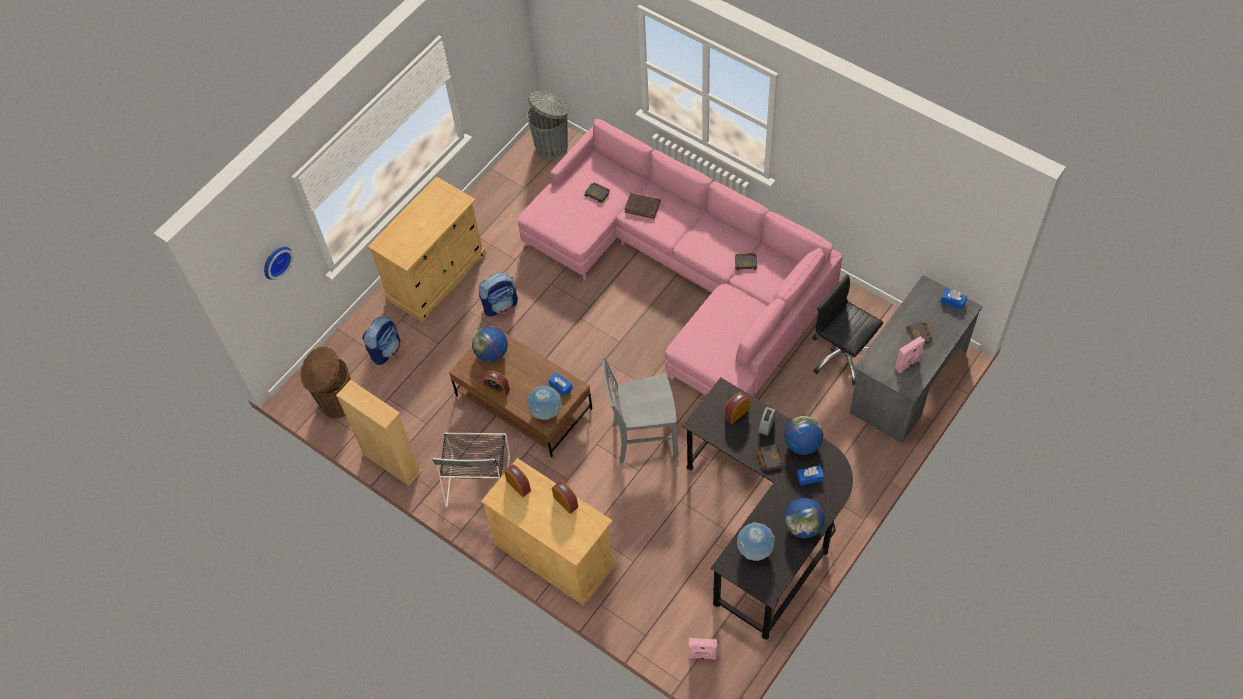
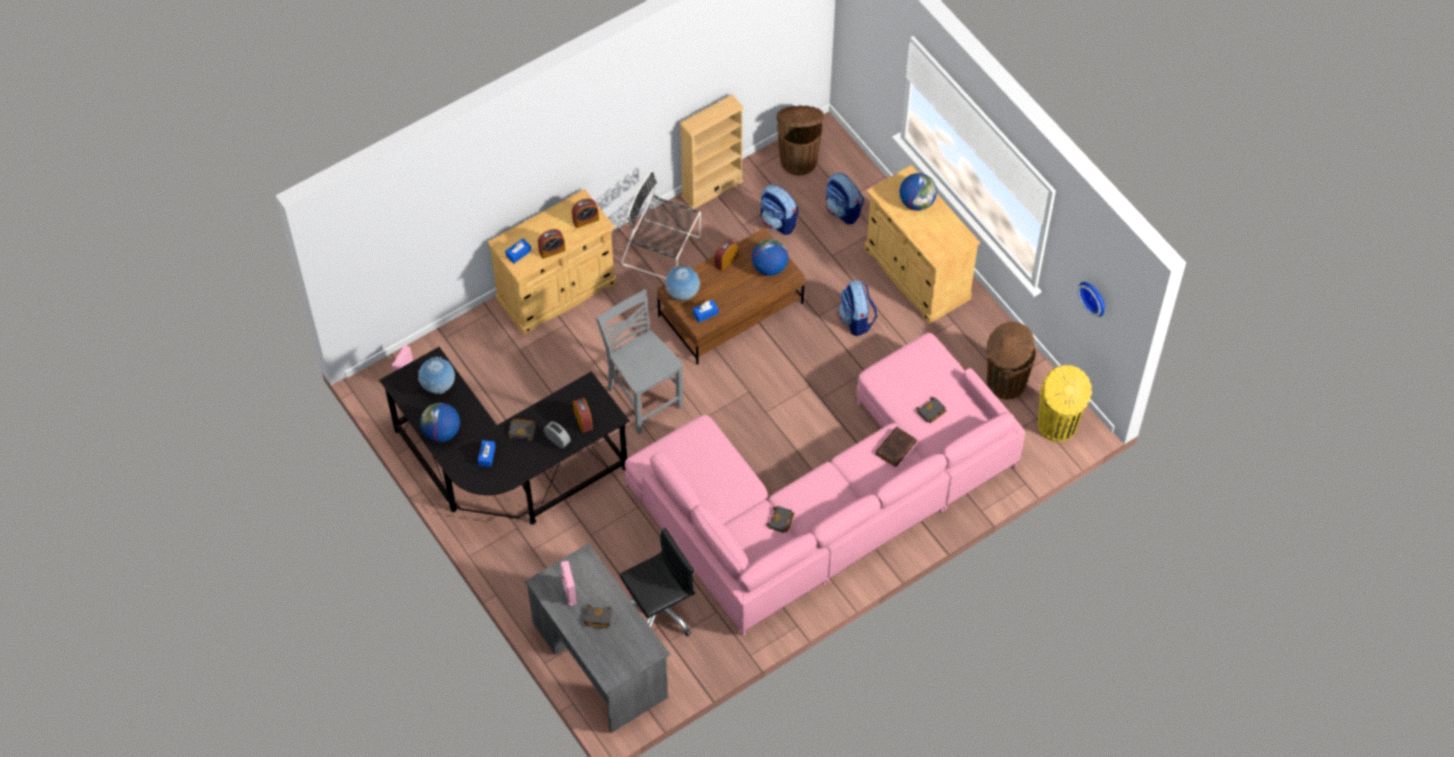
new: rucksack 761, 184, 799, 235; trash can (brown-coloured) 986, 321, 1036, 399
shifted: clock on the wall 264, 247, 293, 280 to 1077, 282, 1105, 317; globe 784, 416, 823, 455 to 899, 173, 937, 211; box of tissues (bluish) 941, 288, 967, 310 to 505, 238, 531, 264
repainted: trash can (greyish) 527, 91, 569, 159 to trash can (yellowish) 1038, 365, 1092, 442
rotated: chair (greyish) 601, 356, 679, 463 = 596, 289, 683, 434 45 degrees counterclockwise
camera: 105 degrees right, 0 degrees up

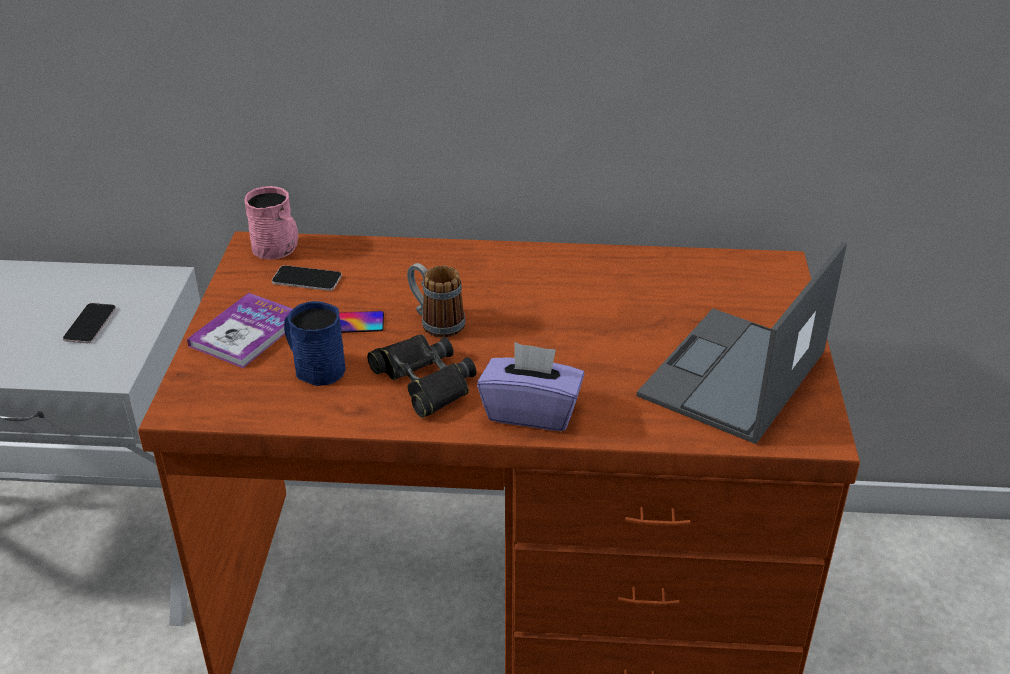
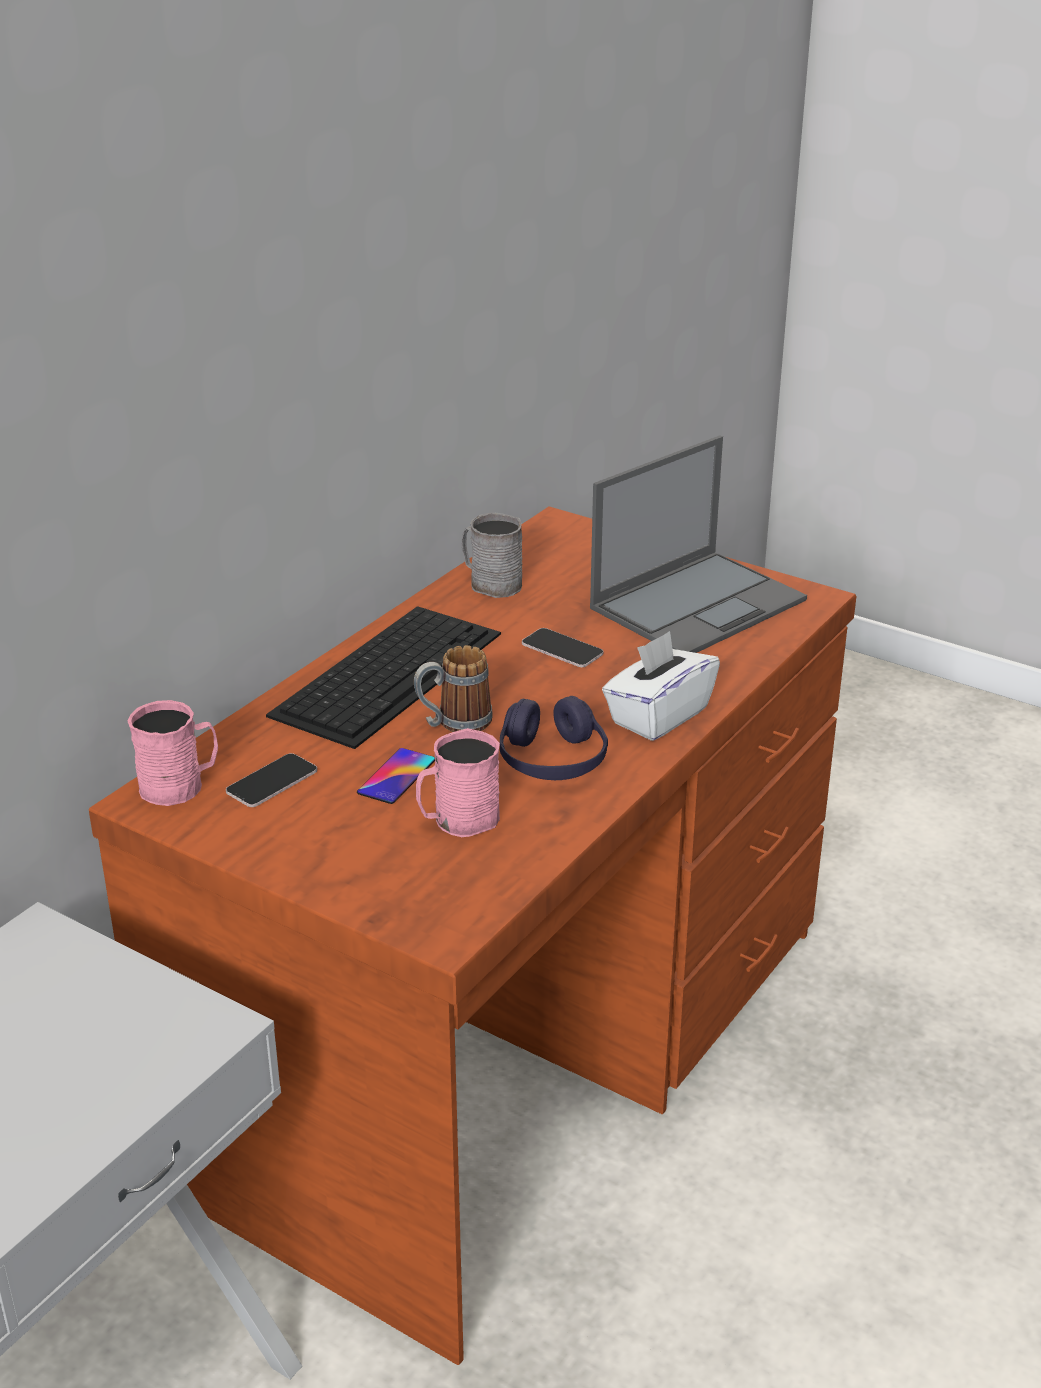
gone: volume 187, 293, 293, 368
new: computer keyboard 266, 606, 501, 749; tea mug (greyish) 461, 513, 522, 598
shifted: telephone 63, 303, 116, 343 to 522, 628, 604, 667
swapped: field glasses (black) 367, 334, 477, 418 to pair of headphones (purple-coloured) 500, 696, 608, 780
repainted: tea mug (bluish) 284, 301, 345, 386 to tea mug (pink-coloured) 416, 728, 500, 837; box of tissues (purple-coloured) 477, 342, 584, 431 to box of tissues (white-coloured) 602, 631, 720, 741
rotated: notebook computer 637, 242, 847, 444 = 590, 435, 807, 653 105 degrees counterclockwise
camera: 60 degrees left, 5 degrees down

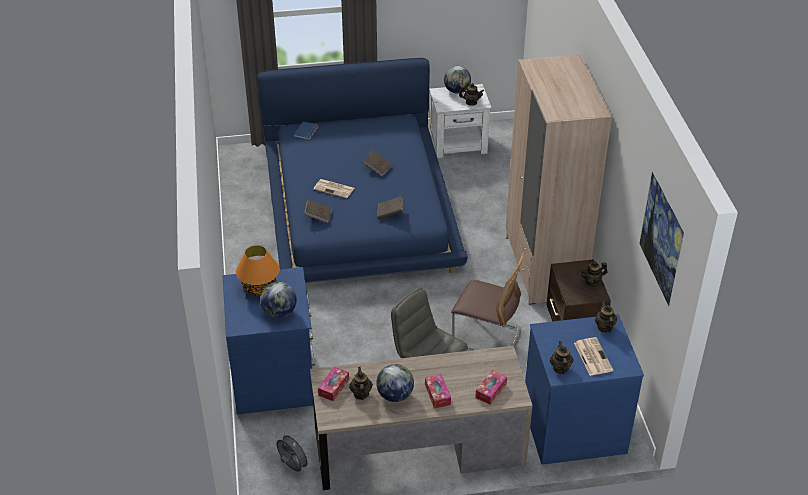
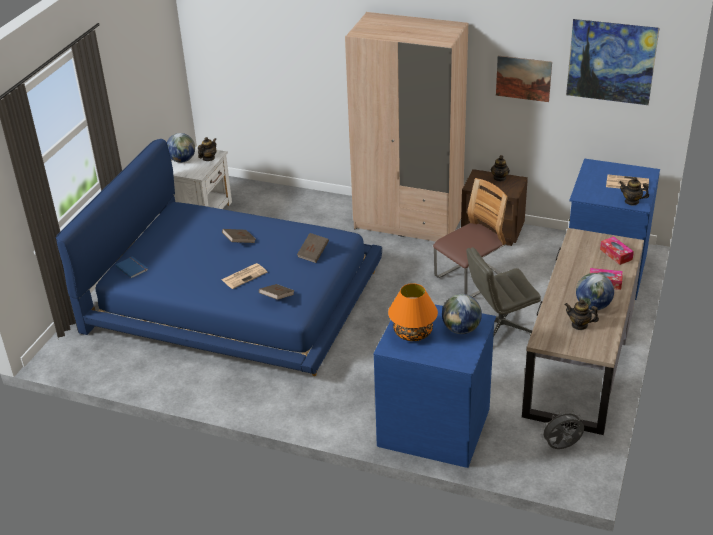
gone: box of tissues 318, 367, 349, 401; teapot 595, 301, 617, 333
new: picture 496, 56, 552, 102
camera: 60 degrees left, 5 degrees down

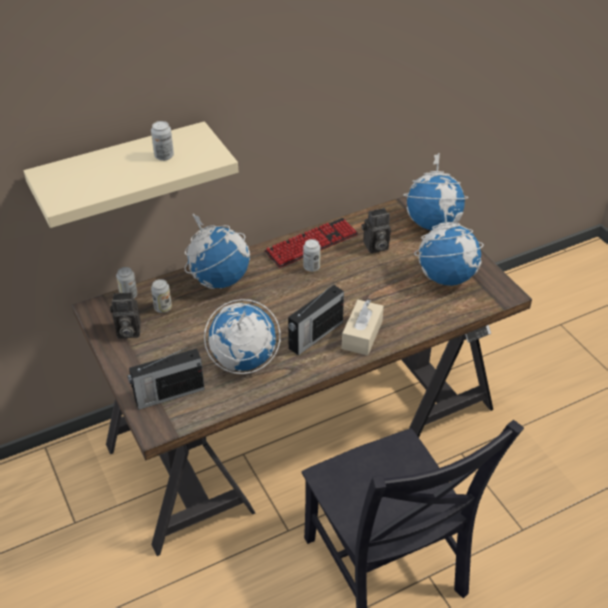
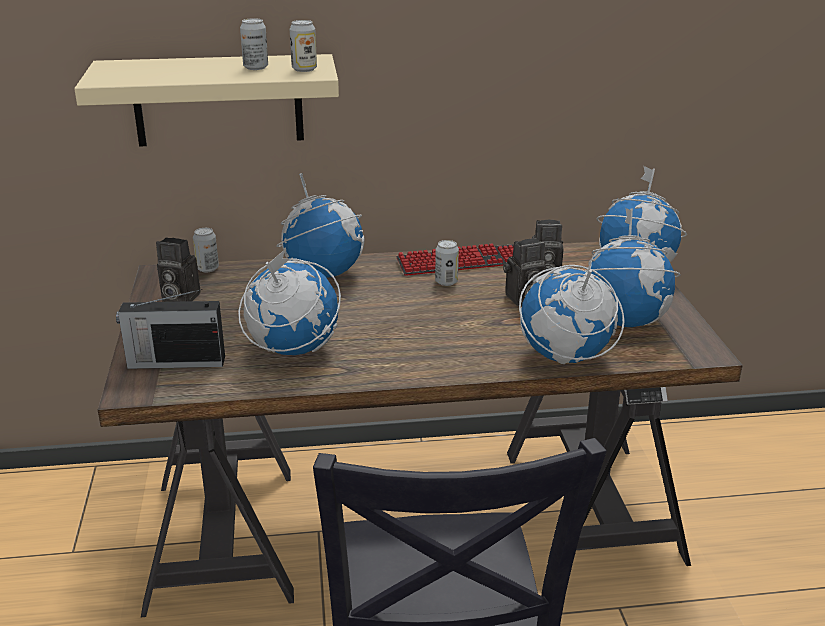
gone: radio receiver 288, 283, 344, 355; box of tissues (sand-coloured) 342, 300, 384, 356
new: still camera 503, 238, 546, 306; globe 519, 256, 625, 364
shifted: metal can 151, 279, 172, 313 to 290, 20, 317, 72
camera: 20 degrees right, 15 degrees down

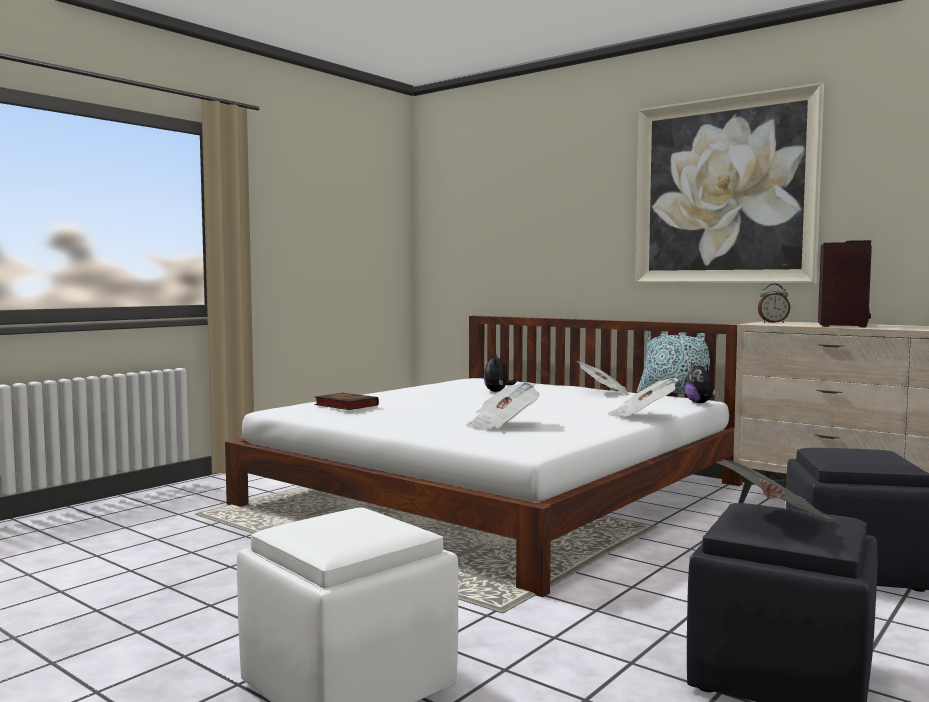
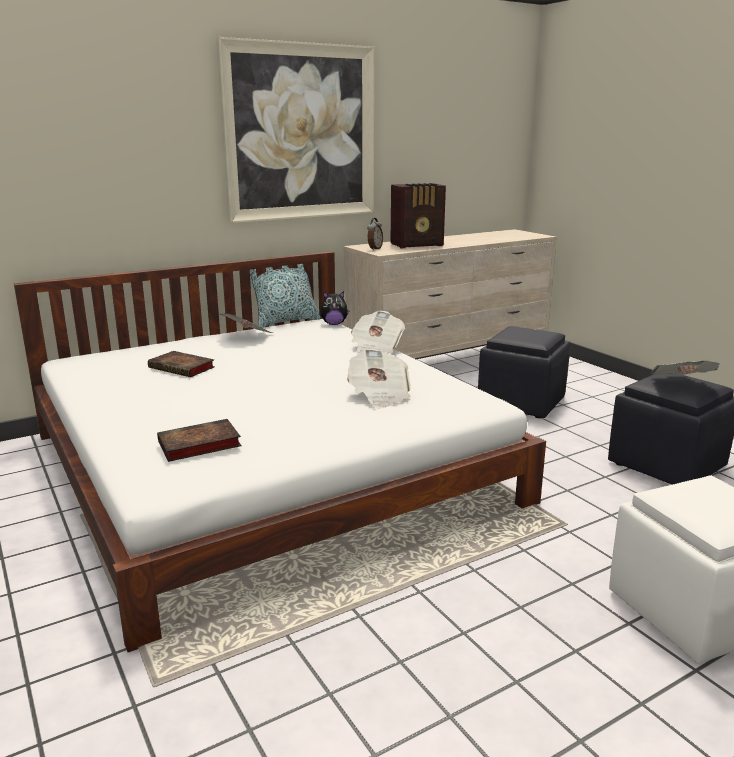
swapped: plush toy 484, 354, 516, 392 to volume 148, 351, 215, 377
rotated: radio receiver 818, 240, 872, 327 = 390, 183, 446, 248 120 degrees clockwise
camera: 70 degrees left, 15 degrees up

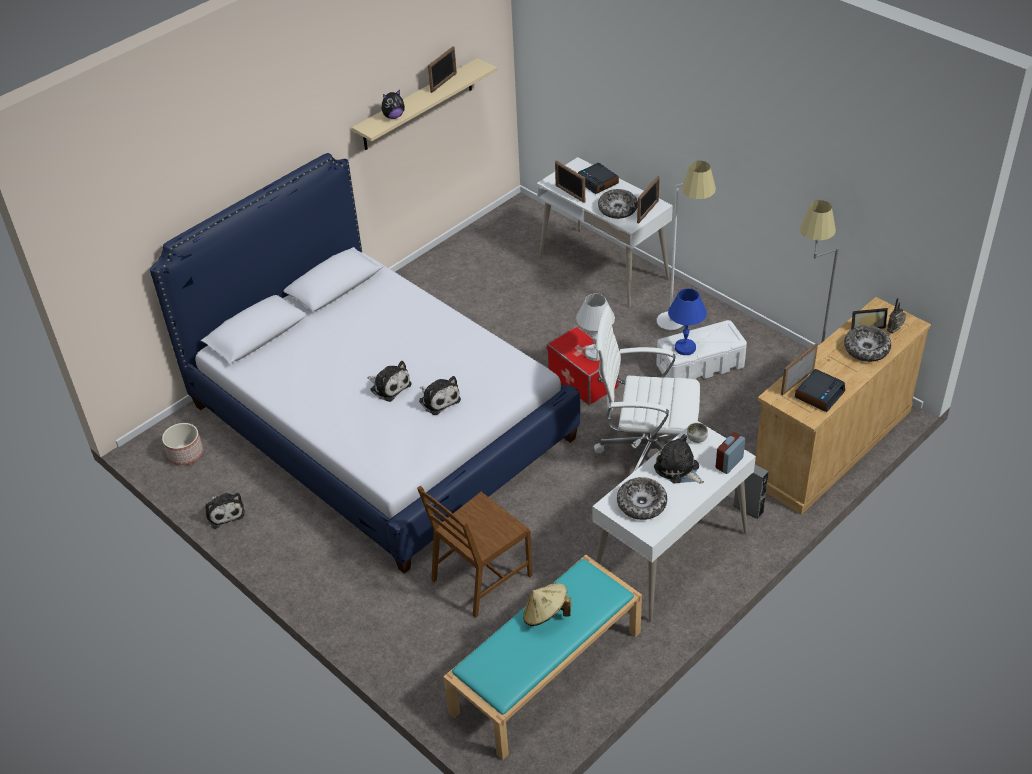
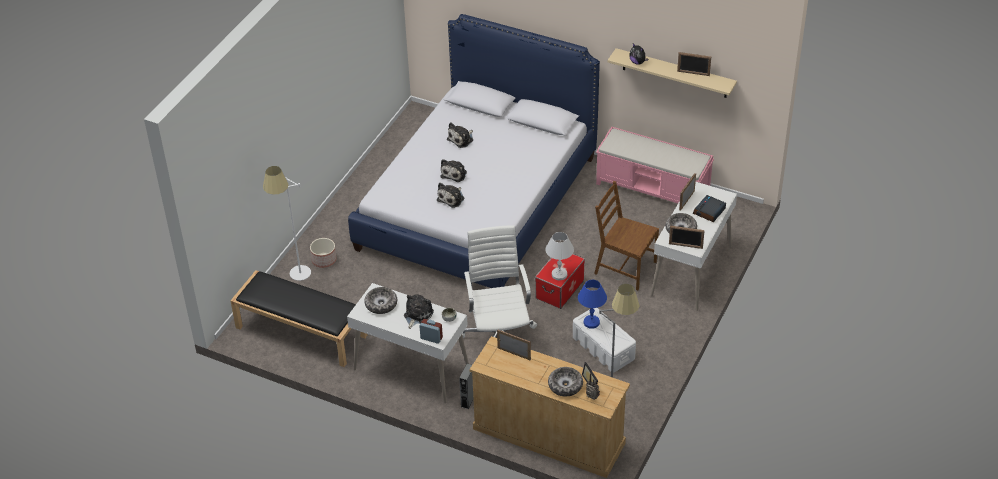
gone: clothing hat (sand-coloured) 523, 583, 571, 626; bedside clock 795, 369, 845, 412
new: long seat (pink-coloured) 596, 127, 714, 203
shifted: plant pot 162, 423, 203, 465 to 310, 238, 337, 268; plush toy 205, 493, 245, 529 to 447, 122, 473, 148; chair (brown-coloured) 417, 486, 532, 618 to 594, 181, 659, 290; standing lamp (white-coloured) 657, 161, 716, 330 to 263, 166, 311, 281
repainted: long seat (turquoise-coloured) 443, 555, 642, 760 to long seat (black) 231, 270, 368, 367
camera: 70 degrees right, 0 degrees up

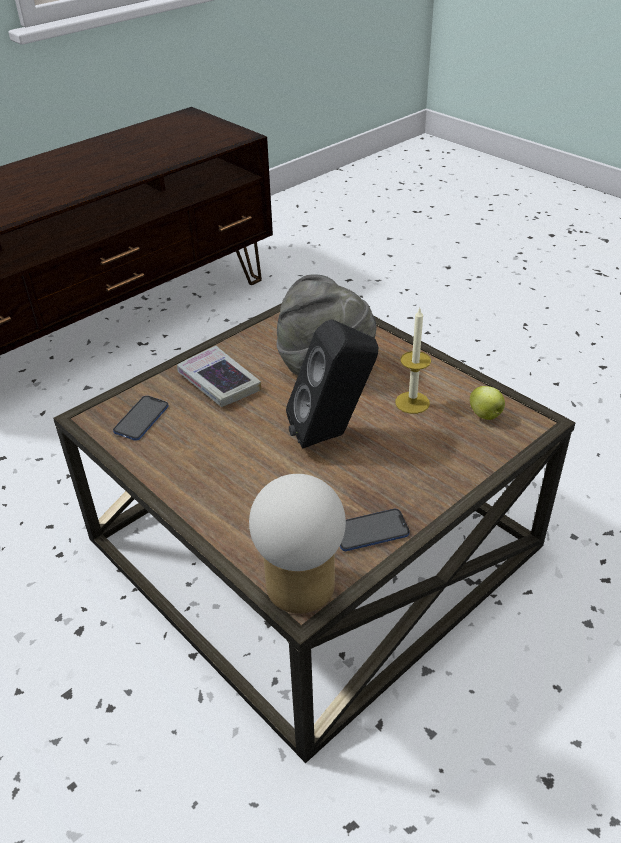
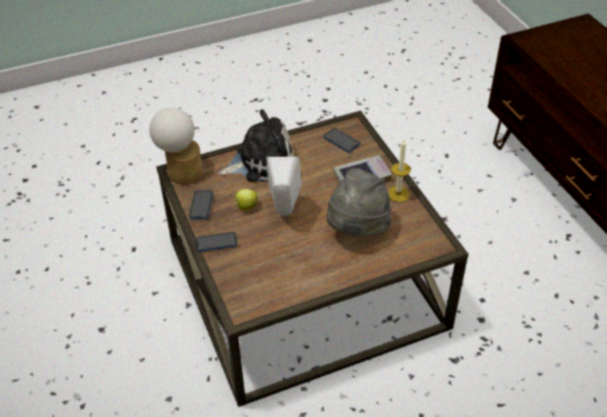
new: telephone 195, 232, 237, 252; plush toy 219, 109, 294, 182
shifted: wax candle 395, 308, 431, 414 to 388, 140, 411, 202; apple 470, 386, 505, 420 to 234, 189, 257, 210
repainted: loudspeaker (black) 286, 319, 378, 449 to loudspeaker (white-coloured) 266, 157, 302, 216
camera: 110 degrees right, 5 degrees up

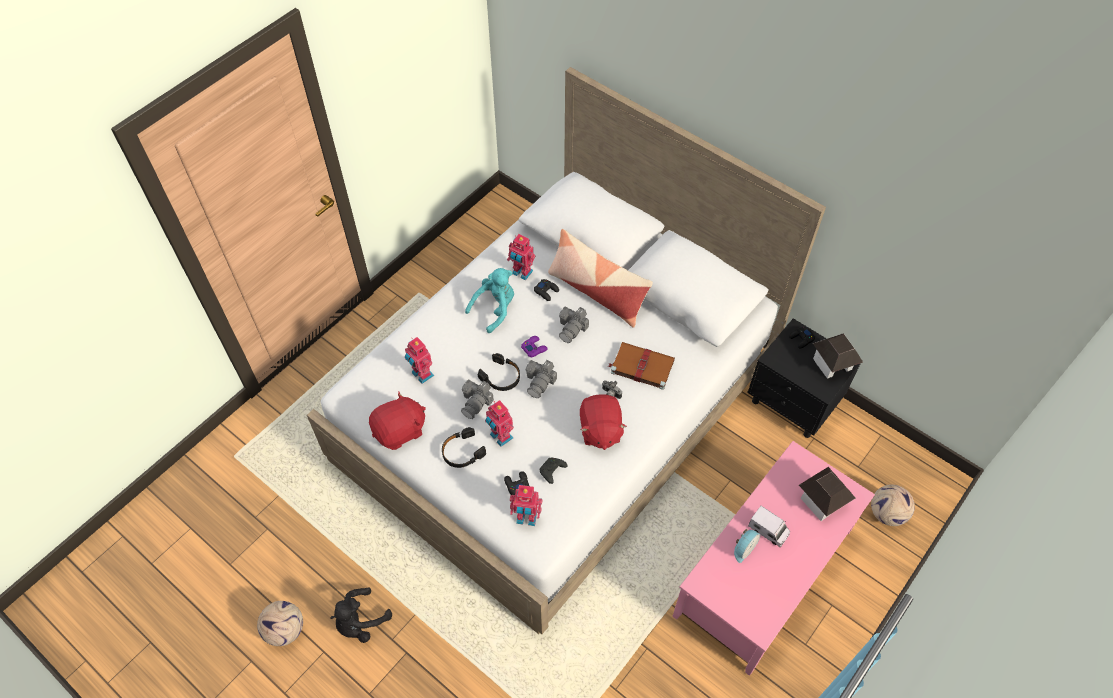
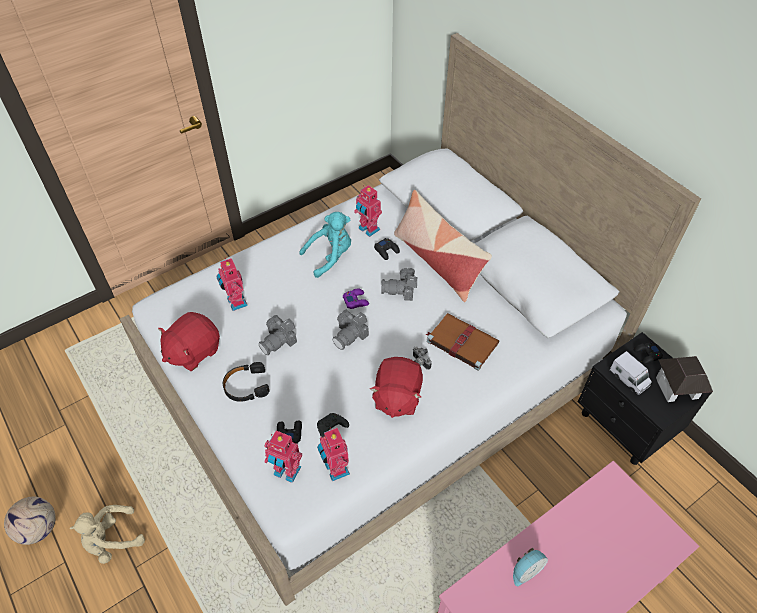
gone: pair of headphones (black) 478, 353, 520, 391; toy house 799, 467, 856, 521; ball for football 871, 484, 915, 526
shifted: model robot 485, 400, 514, 447 to 317, 428, 350, 481; toy truck 748, 506, 790, 547 to 609, 351, 652, 395
repainted: plush toy (black) 330, 587, 392, 643 to plush toy (sand-coloured) 70, 505, 145, 564
rotated: plush toy (reddish) 369, 392, 426, 450 = 158, 312, 220, 371 150 degrees clockwise; still camera 559, 306, 589, 343 = 381, 267, 417, 301 45 degrees clockwise
camera: 15 degrees right, 5 degrees down

